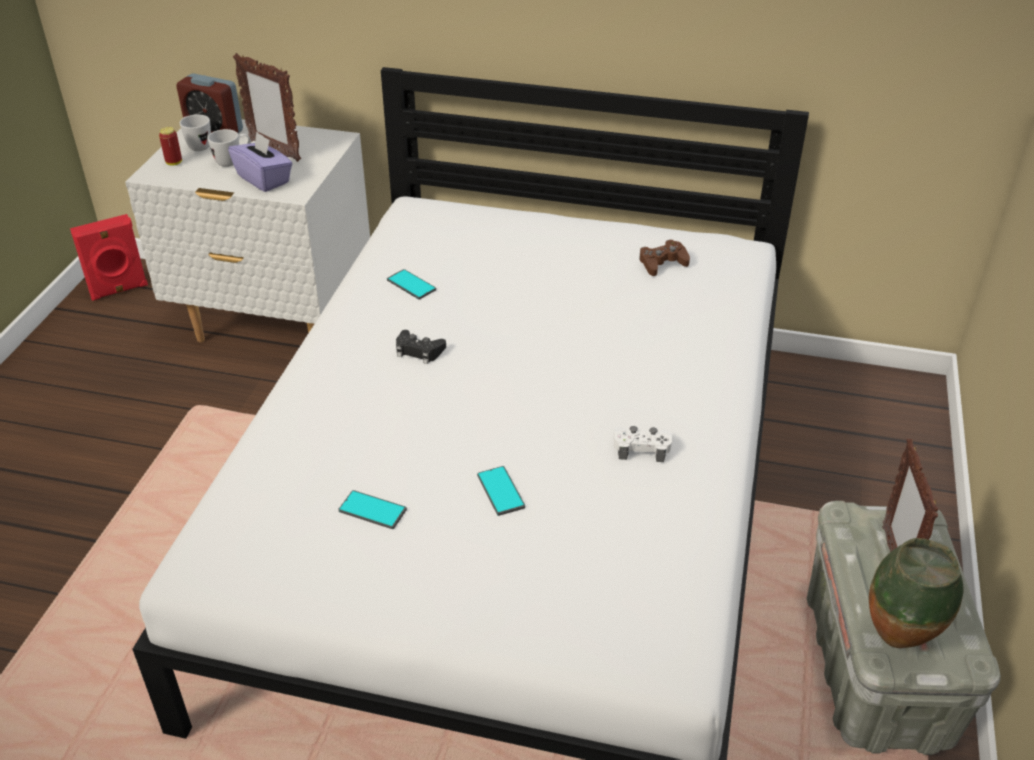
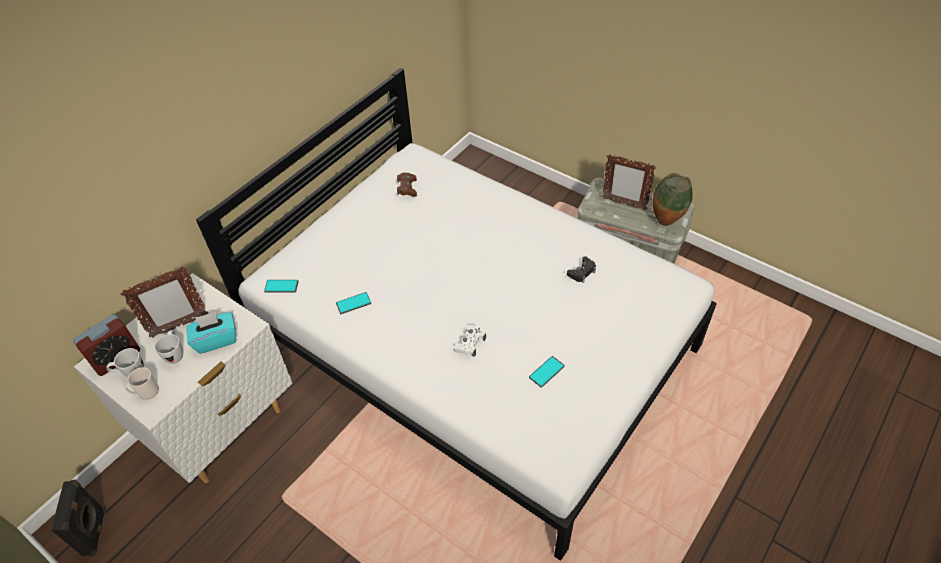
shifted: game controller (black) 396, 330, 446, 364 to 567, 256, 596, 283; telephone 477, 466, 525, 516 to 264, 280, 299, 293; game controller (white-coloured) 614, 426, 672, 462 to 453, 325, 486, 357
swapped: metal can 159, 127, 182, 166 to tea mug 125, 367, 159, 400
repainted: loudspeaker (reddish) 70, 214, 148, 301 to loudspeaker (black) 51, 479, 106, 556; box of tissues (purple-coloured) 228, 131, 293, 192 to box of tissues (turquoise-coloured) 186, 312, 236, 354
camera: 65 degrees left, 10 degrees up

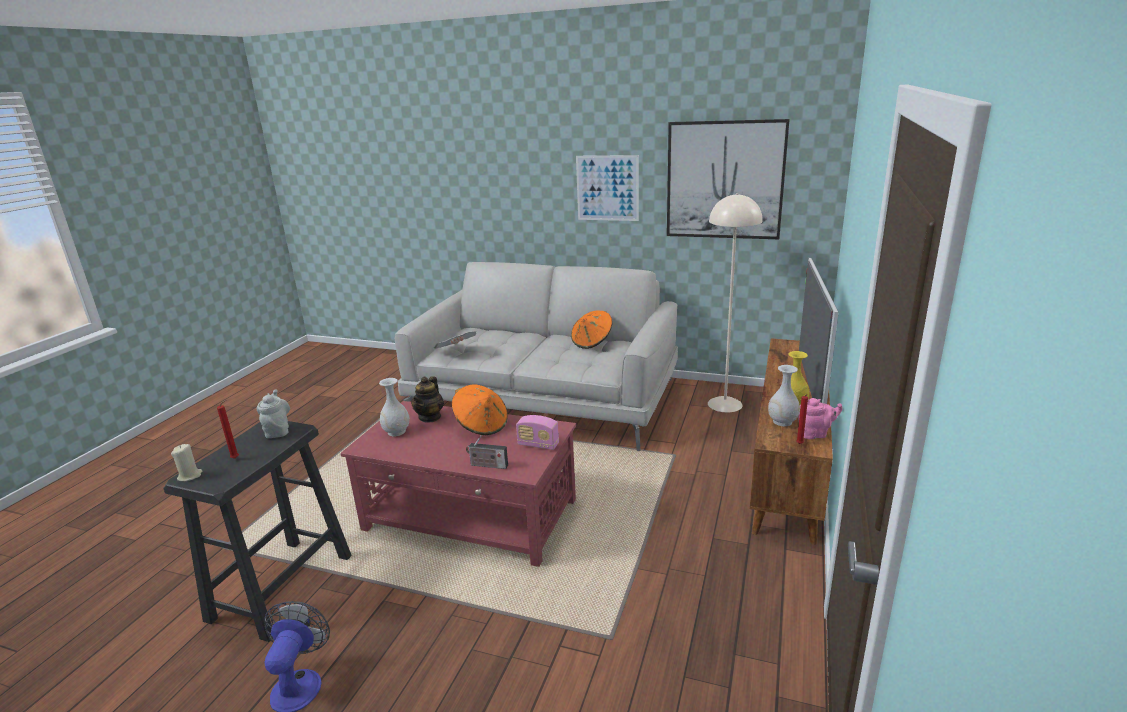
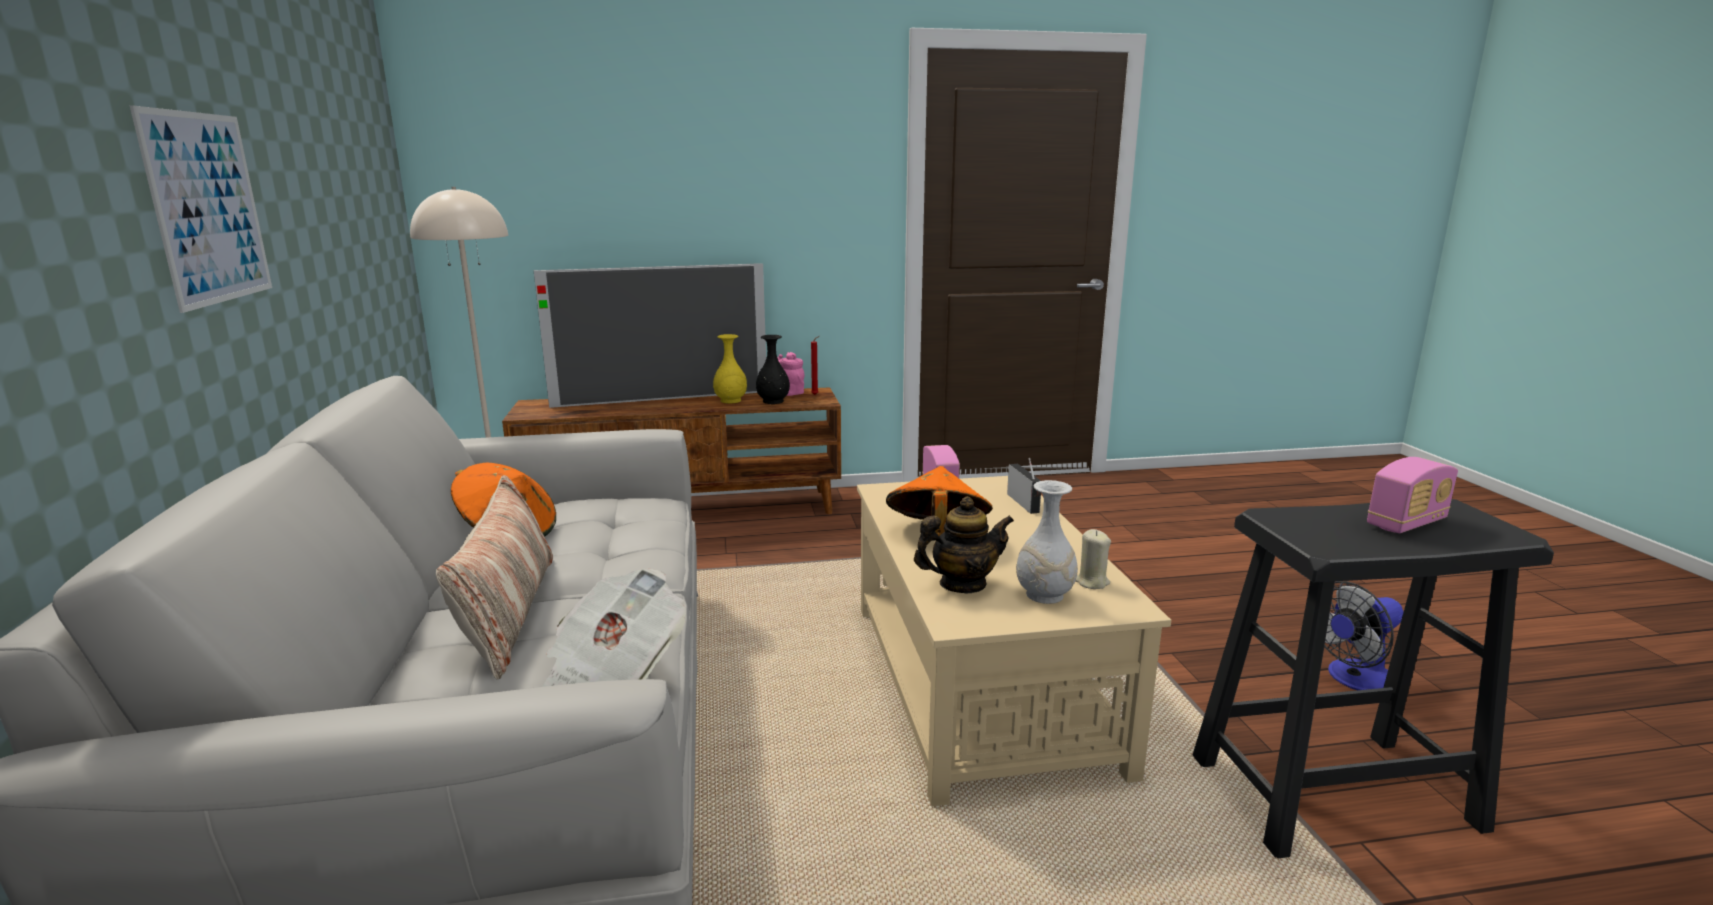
gone: teapot (greyish) 257, 389, 290, 438; picture 667, 119, 790, 239
new: pillow 436, 475, 553, 679
shifted: wax candle (sand-coloured) 171, 444, 202, 481 to 1076, 529, 1111, 589
swapped: wax candle (reddish) 217, 400, 239, 459 to radio receiver 1367, 457, 1458, 533
repainted: low table (reddish) 340, 401, 576, 567 to low table (sand-coloured) 857, 476, 1171, 806; decorative vase (white-coloured) 768, 365, 800, 426 to decorative vase (black) 756, 335, 790, 404
camera: 120 degrees left, 5 degrees down

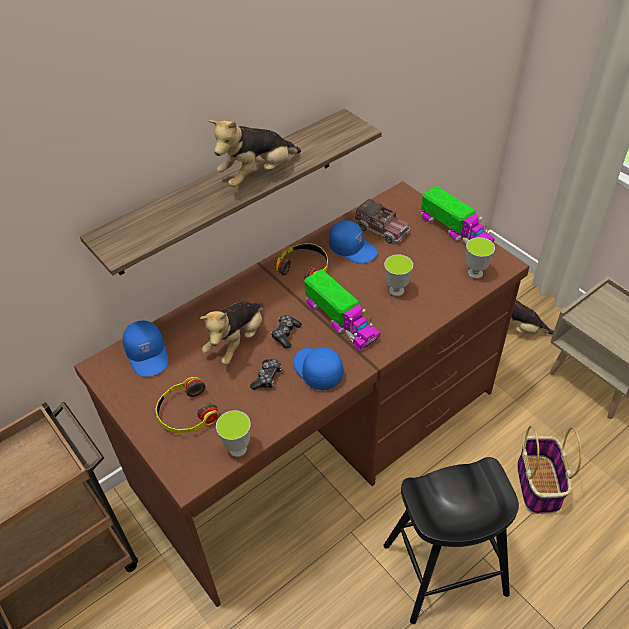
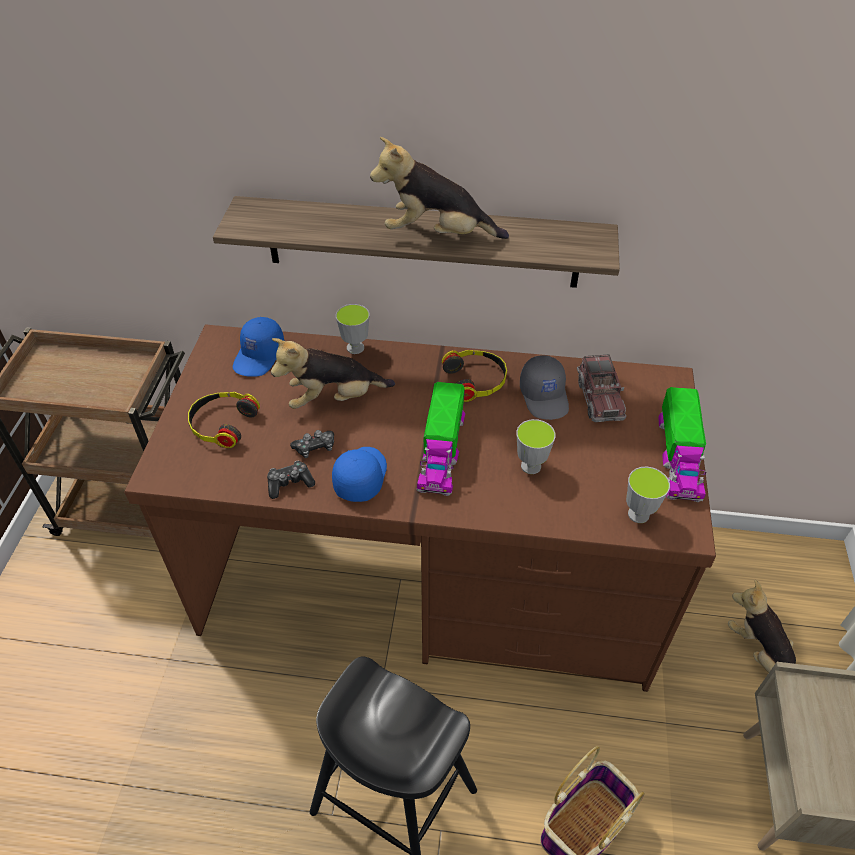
shifted: drinking cup 216, 410, 251, 457 to 336, 304, 369, 354; game controller 271, 315, 302, 349 to 267, 461, 315, 499
repainted: peaked cap (bluish) 329, 220, 378, 264 to peaked cap (greyish) 520, 355, 569, 420
camera: 45 degrees right, 0 degrees up

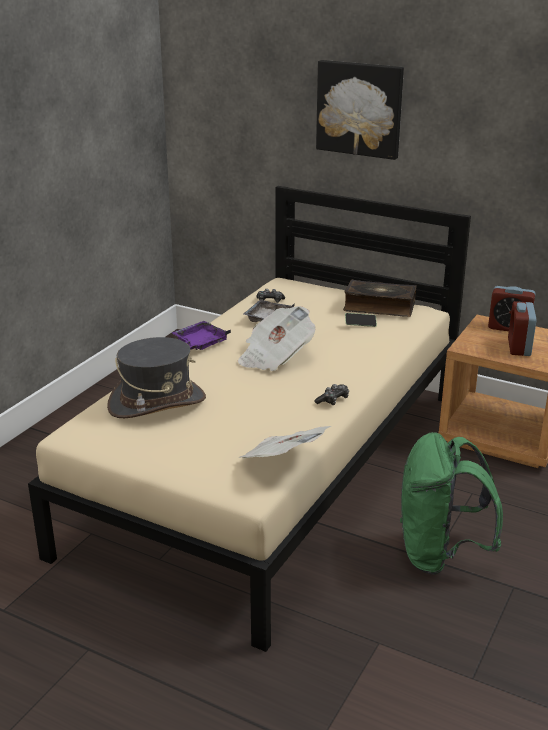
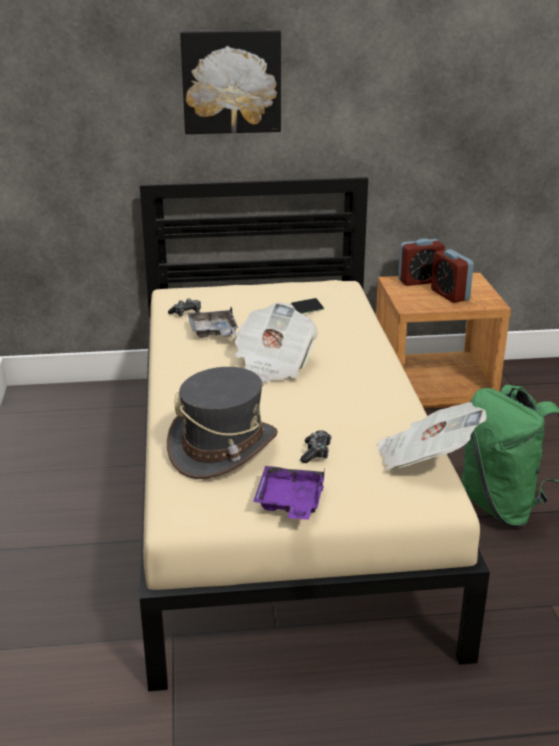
gone: volume 343, 280, 417, 317
shifted: serving tray (purple-coloured) 172, 321, 231, 350 to 253, 466, 325, 519; game controller 314, 384, 349, 405 to 300, 430, 332, 463
camera: 35 degrees left, 0 degrees up

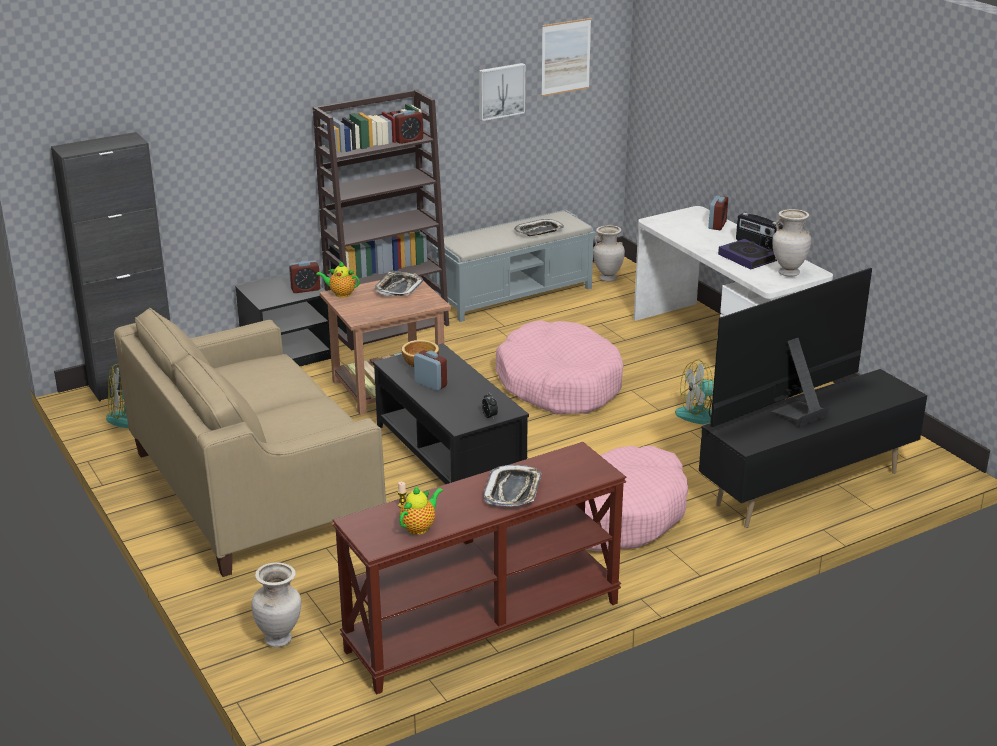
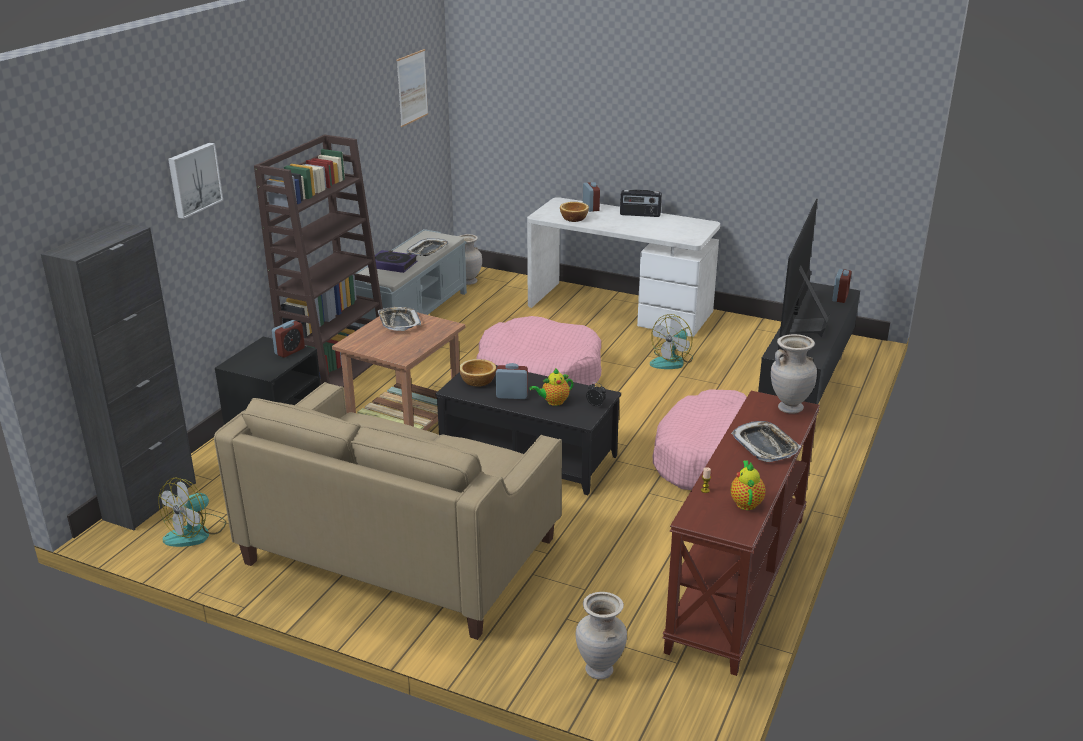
new: serving bowl 560, 202, 589, 222
shifted: teapot 316, 261, 360, 297 to 529, 368, 573, 406; bedside clock 393, 110, 423, 144 to 832, 269, 852, 303; picture 479, 63, 525, 121 to 168, 143, 223, 219; volume 718, 239, 777, 270 to 375, 250, 417, 273; decorative vase (sand-coloured) 773, 209, 811, 277 to 771, 334, 817, 414
camera: 35 degrees left, 0 degrees up

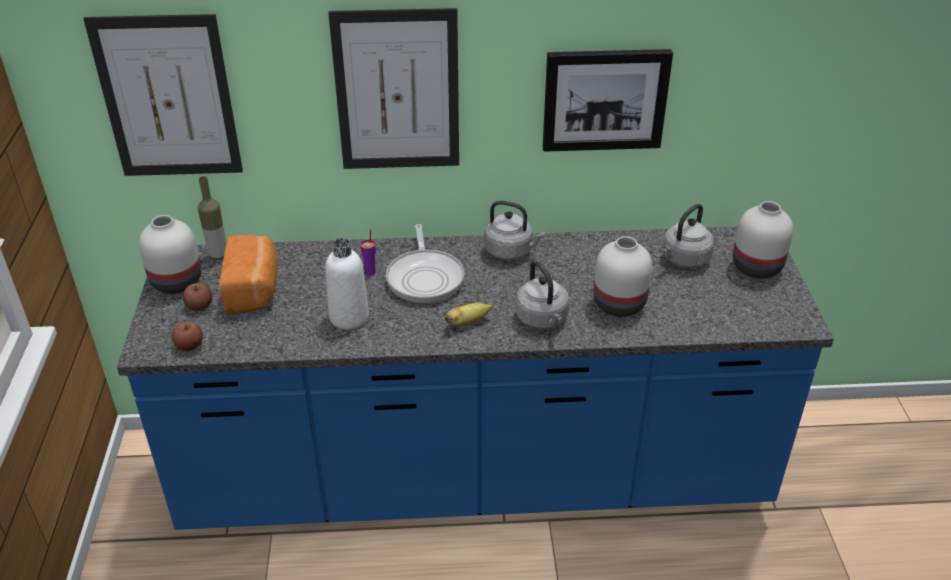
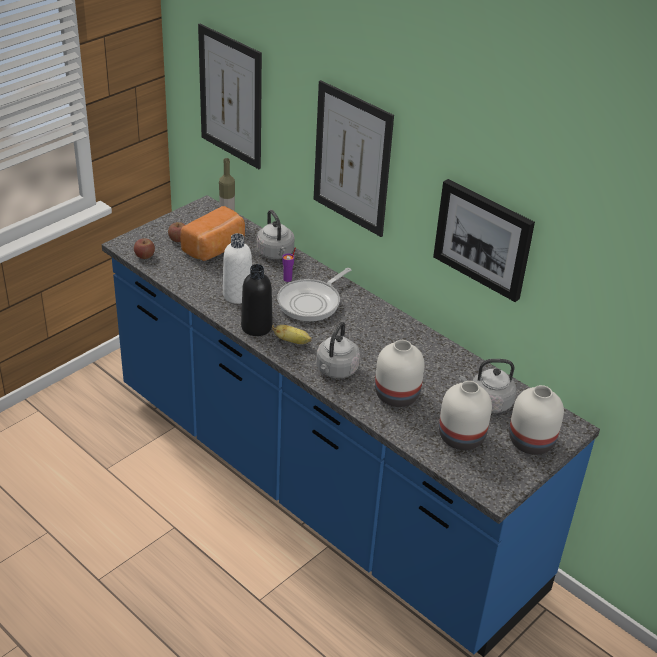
new: drink bottle (black) 241, 264, 273, 336
shifted: decorative vase (white-coloured) 139, 215, 201, 294 to 439, 381, 492, 450; tea kettle (greyish) 484, 200, 545, 260 to 256, 210, 295, 260
camera: 45 degrees right, 0 degrees up

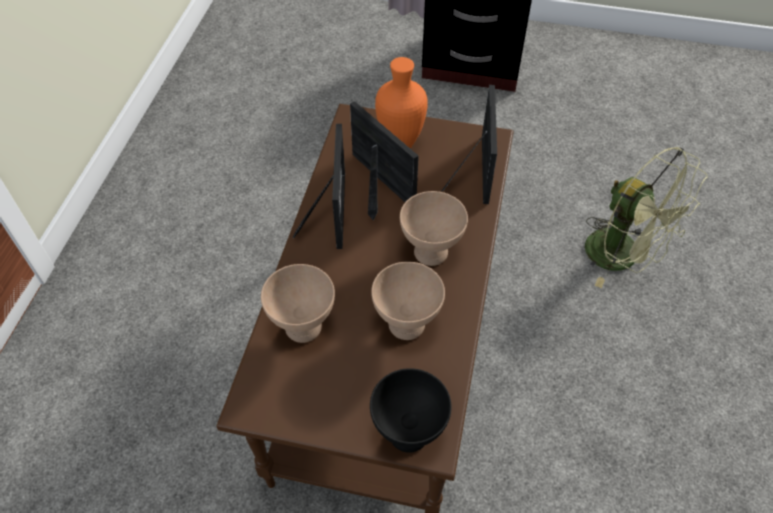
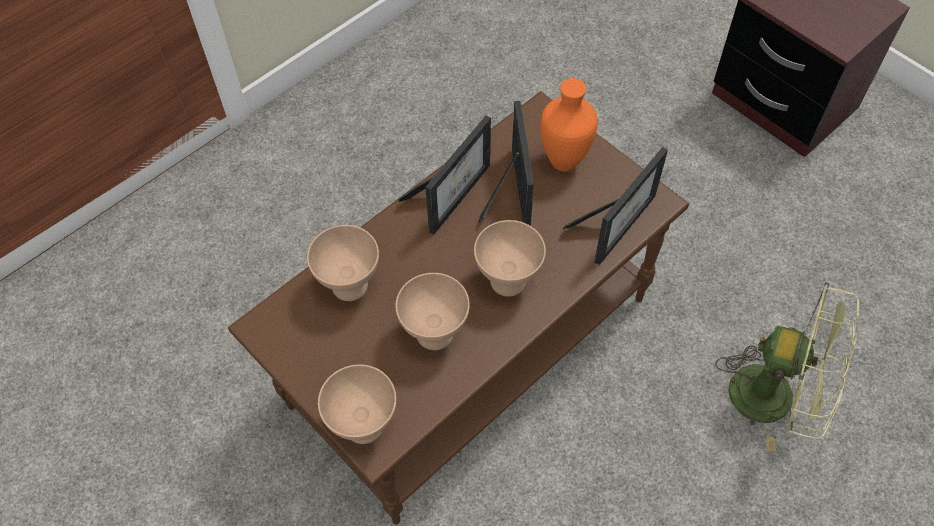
repainted: serving bowl (black) 370, 368, 452, 453 to serving bowl (sand-coloured) 318, 364, 397, 444
rotated: electric fan (green-coloured) 585, 147, 708, 288 = 715, 282, 859, 451 60 degrees counterclockwise
camera: 35 degrees right, 5 degrees up

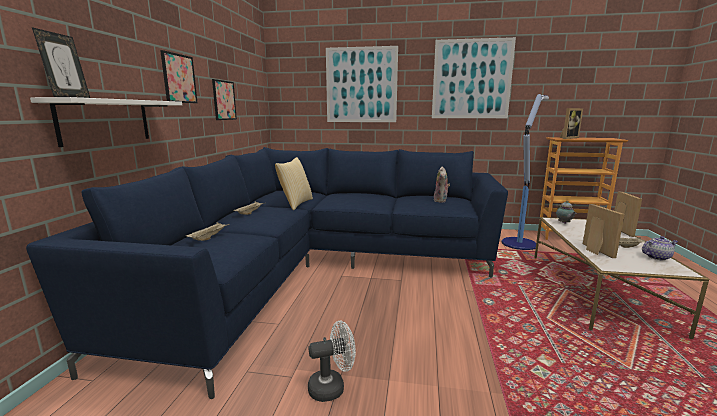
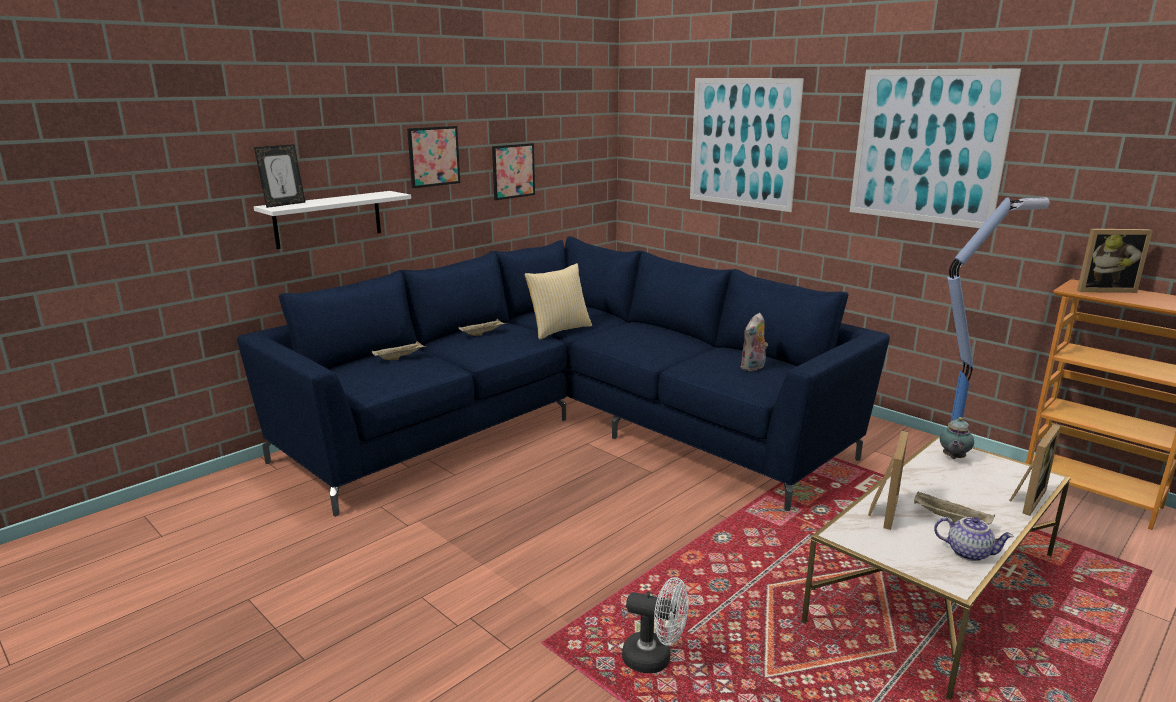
shifted: electric fan (white-coloured) 308, 321, 356, 402 to 622, 577, 689, 673
camera: 35 degrees right, 5 degrees up

